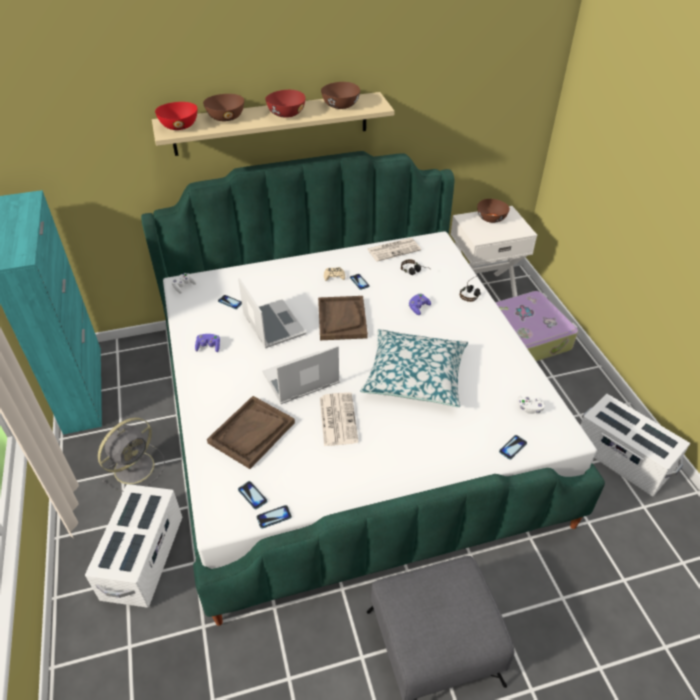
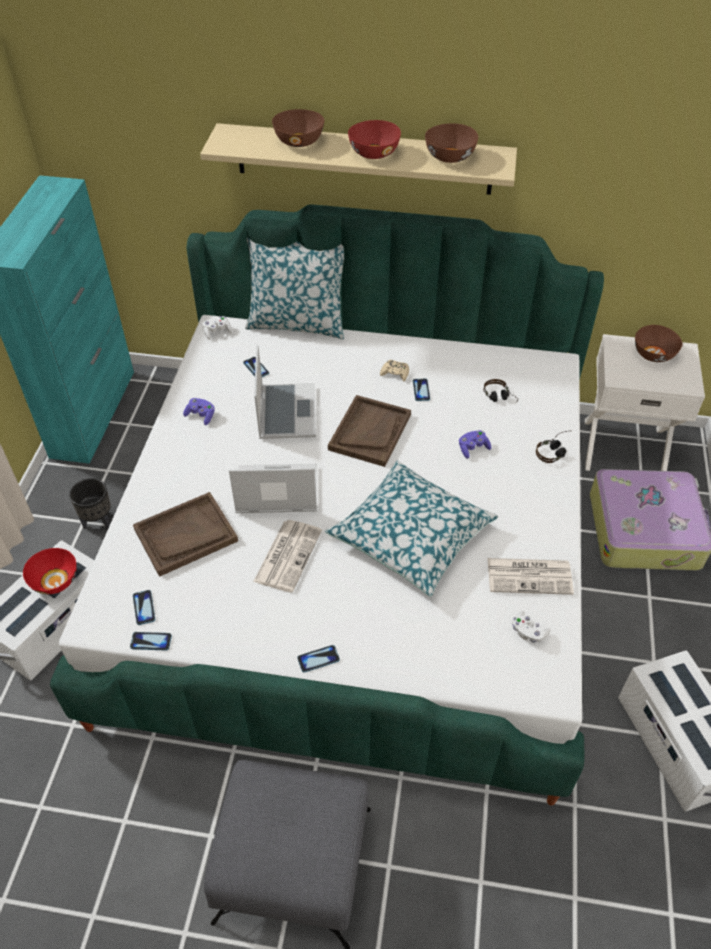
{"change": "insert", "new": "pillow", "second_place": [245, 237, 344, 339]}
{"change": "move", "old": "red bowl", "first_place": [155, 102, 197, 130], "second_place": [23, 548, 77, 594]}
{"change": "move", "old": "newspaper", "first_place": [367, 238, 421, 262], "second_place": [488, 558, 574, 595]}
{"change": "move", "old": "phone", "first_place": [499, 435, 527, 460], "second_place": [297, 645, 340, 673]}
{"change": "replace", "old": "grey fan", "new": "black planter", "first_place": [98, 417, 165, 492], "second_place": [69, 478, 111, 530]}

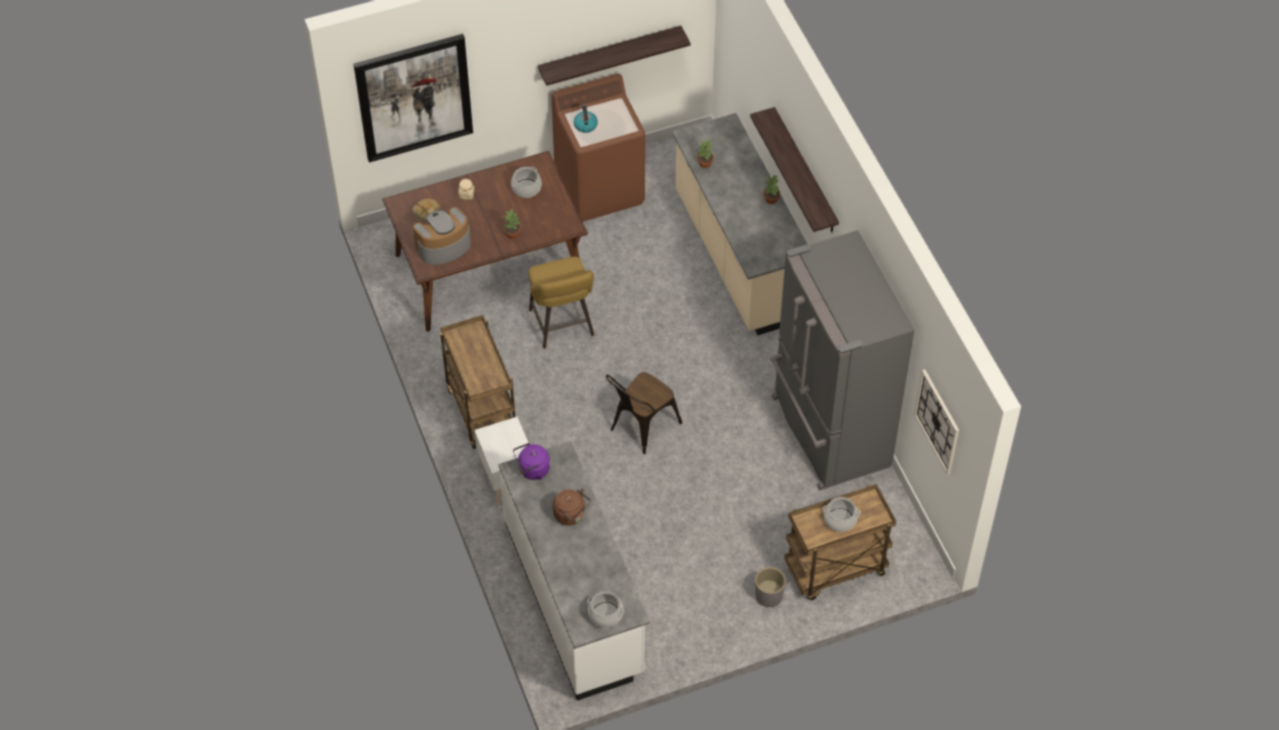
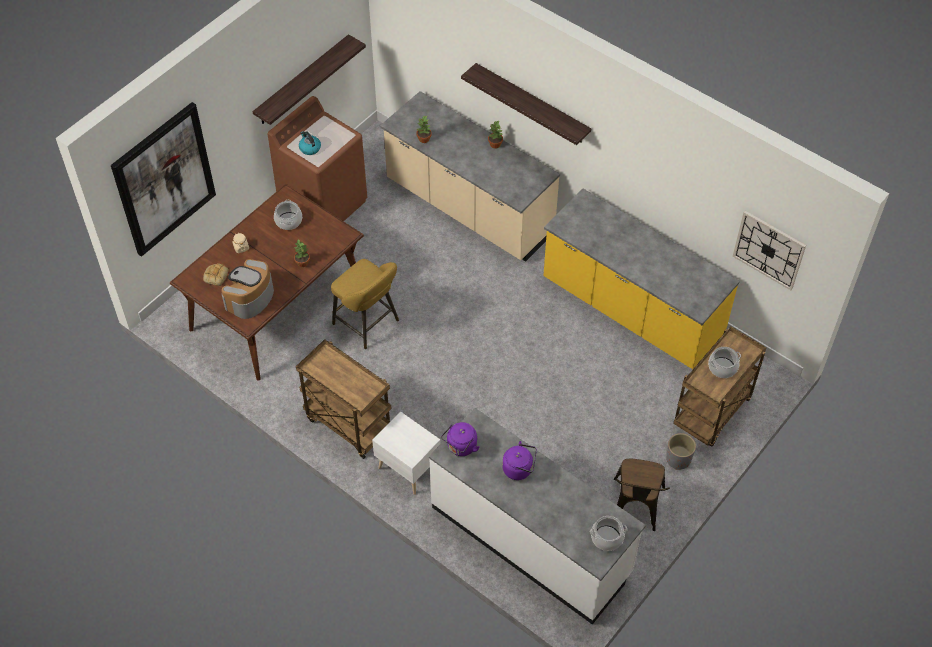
{"change": "move", "old": "brown chair", "first_place": [606, 372, 682, 454], "second_place": [614, 459, 670, 531]}
{"change": "replace", "old": "grey fridge", "new": "yellow counter", "first_place": [770, 230, 915, 490], "second_place": [543, 189, 740, 369]}
{"change": "recolor", "old": "brown kettle", "new": "purple kettle", "first_place": [553, 488, 591, 526], "second_place": [502, 441, 537, 480]}

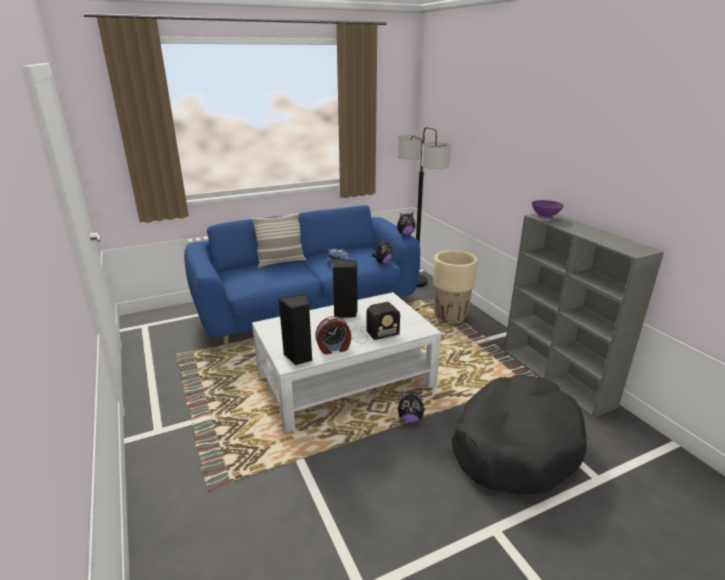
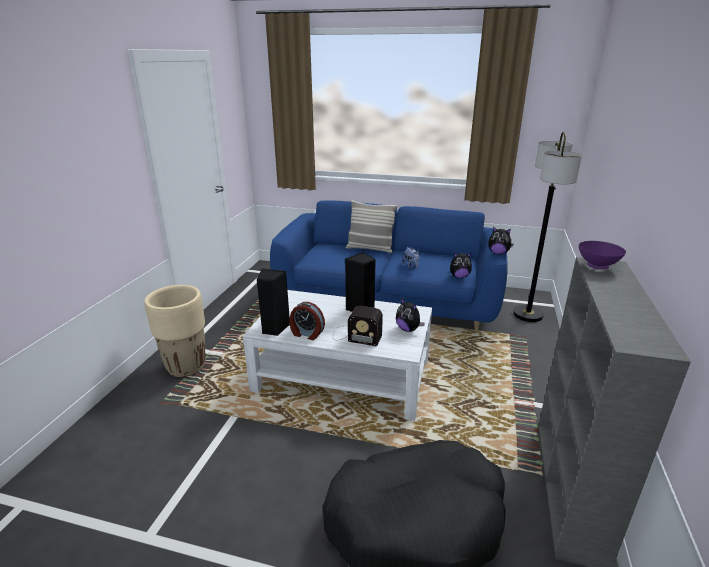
{"change": "move", "old": "plush toy", "first_place": [398, 394, 426, 423], "second_place": [396, 298, 425, 332]}
{"change": "move", "old": "beige planter", "first_place": [433, 250, 478, 325], "second_place": [144, 285, 205, 377]}

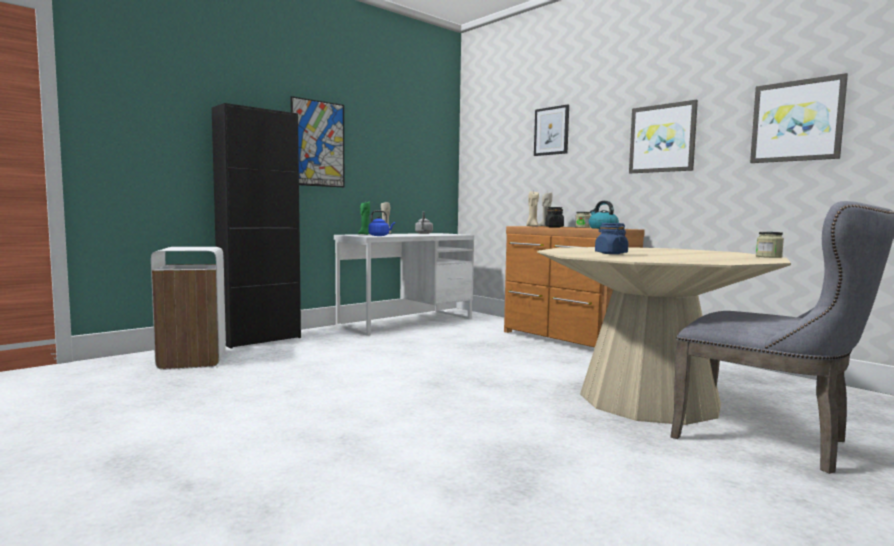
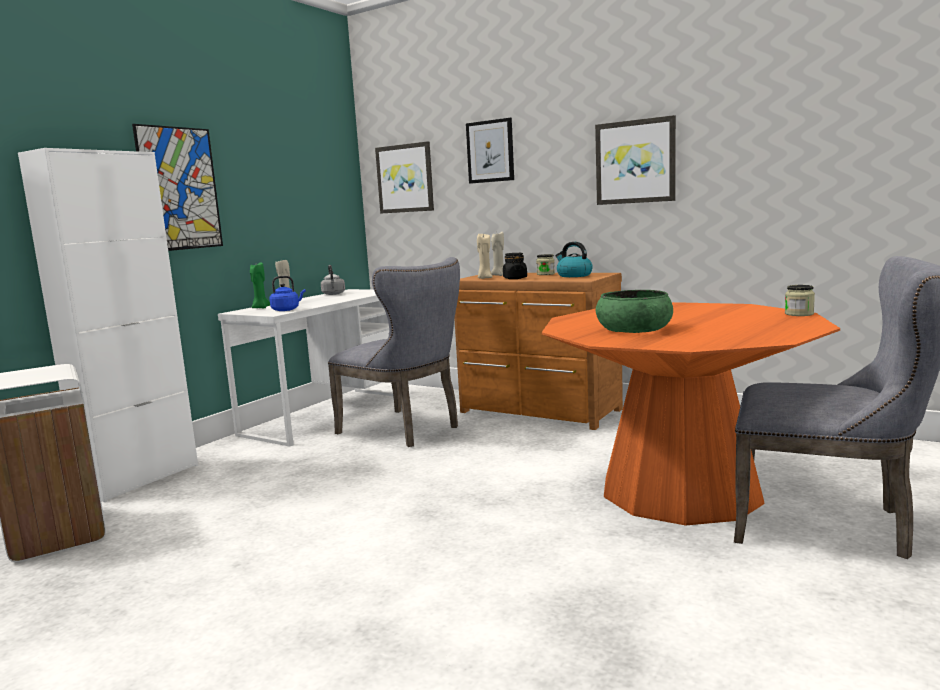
{"change": "insert", "new": "grey chair", "second_place": [328, 257, 460, 447]}
{"change": "move", "old": "picture", "first_place": [750, 73, 848, 163], "second_place": [375, 141, 434, 214]}
{"change": "replace", "old": "blue jar", "new": "green bowl", "first_place": [595, 223, 628, 254], "second_place": [596, 290, 673, 333]}
{"change": "recolor", "old": "black cabinet", "new": "white cabinet", "first_place": [212, 103, 301, 348], "second_place": [18, 148, 198, 502]}
{"change": "recolor", "old": "beige dining table", "new": "orange dining table", "first_place": [537, 247, 791, 425], "second_place": [542, 302, 840, 526]}

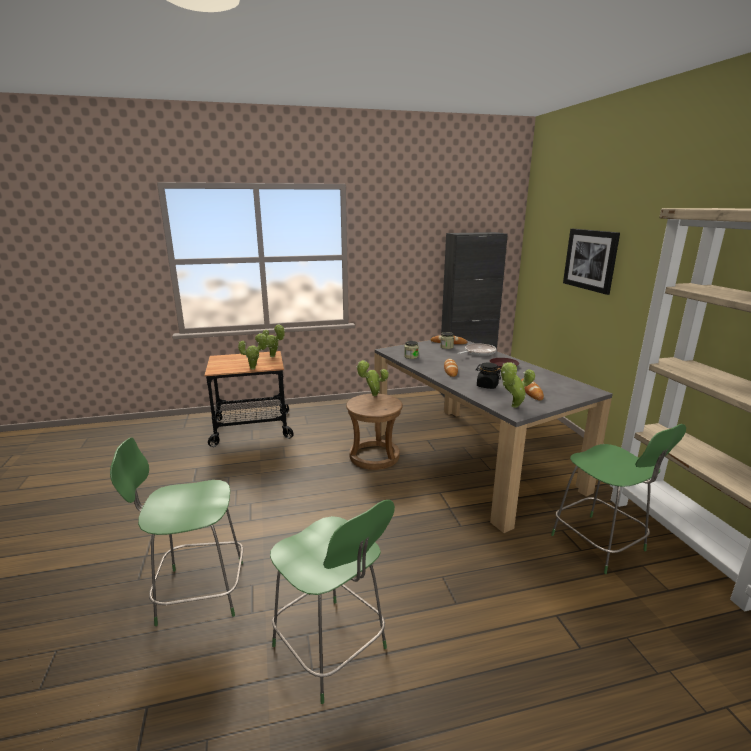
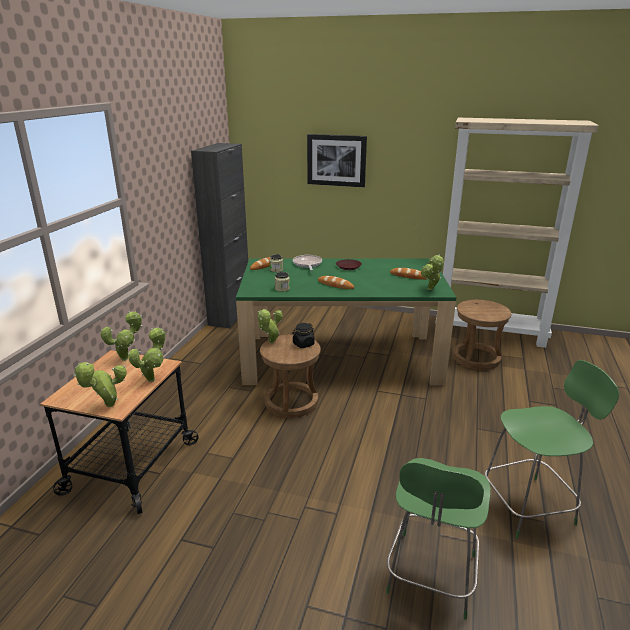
{"change": "insert", "new": "potted plant", "second_place": [74, 362, 127, 407]}
{"change": "move", "old": "black jar", "first_place": [476, 362, 501, 389], "second_place": [293, 323, 315, 348]}
{"change": "replace", "old": "green chair", "new": "brown stool", "first_place": [551, 424, 686, 574], "second_place": [453, 300, 511, 370]}
{"change": "recolor", "old": "grey dining table", "new": "green dining table", "first_place": [375, 340, 613, 533], "second_place": [236, 258, 456, 386]}

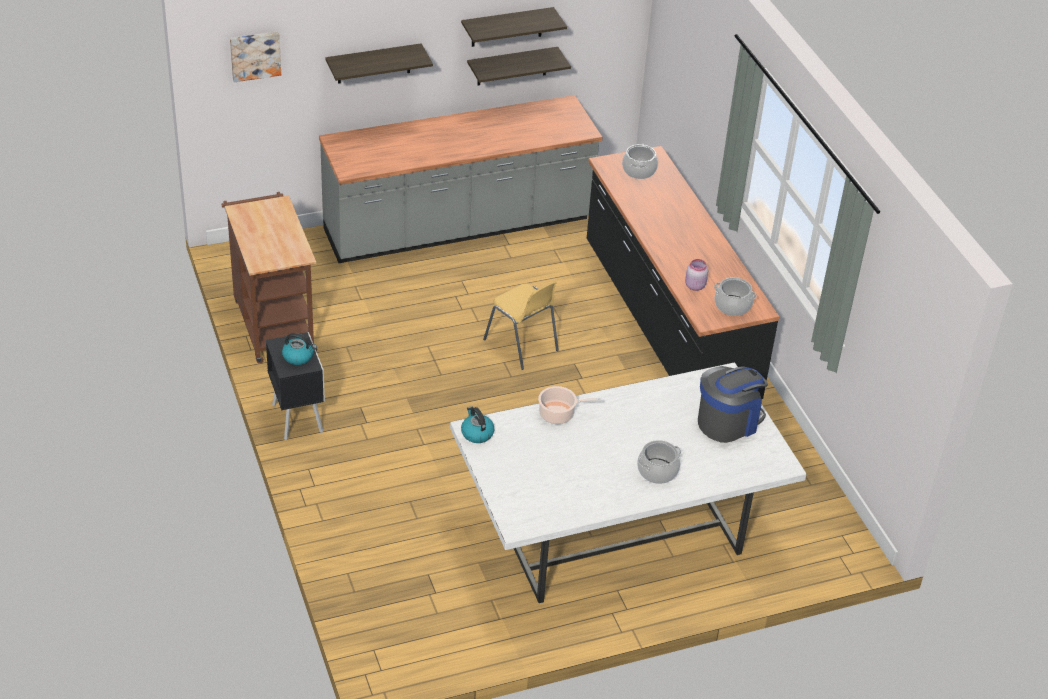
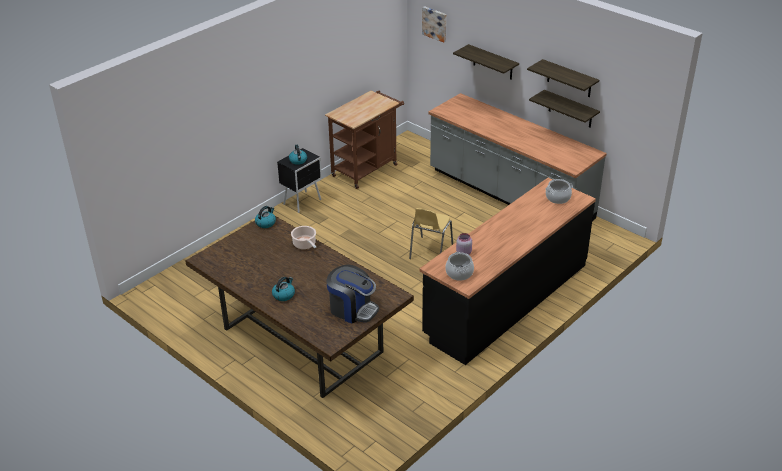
{"change": "replace", "old": "cooking pot", "new": "kettle", "first_place": [637, 440, 681, 484], "second_place": [272, 277, 295, 301]}
{"change": "recolor", "old": "white dining table", "new": "brown dining table", "first_place": [450, 362, 807, 603], "second_place": [186, 216, 414, 398]}

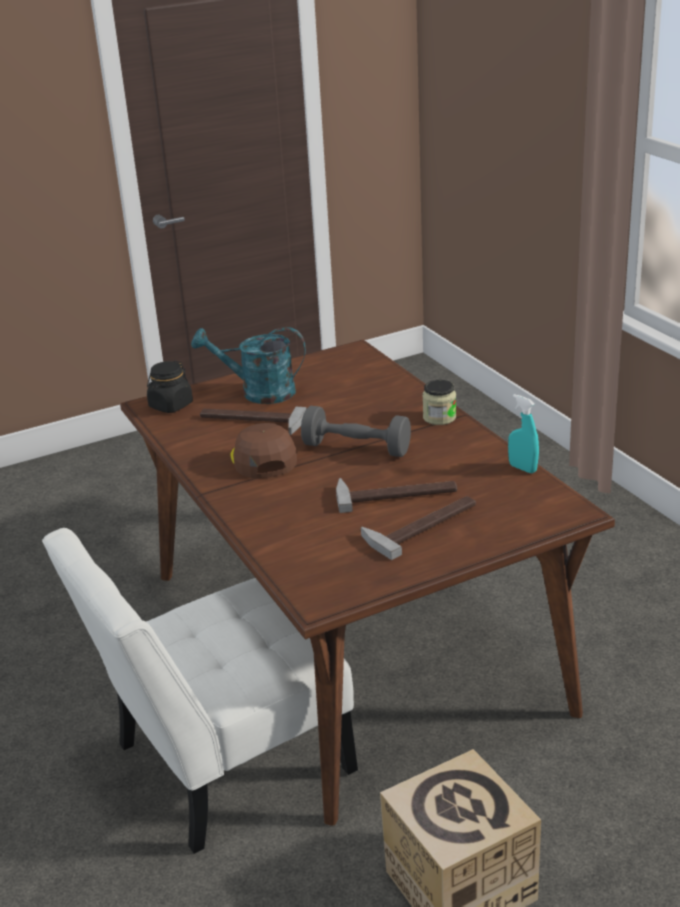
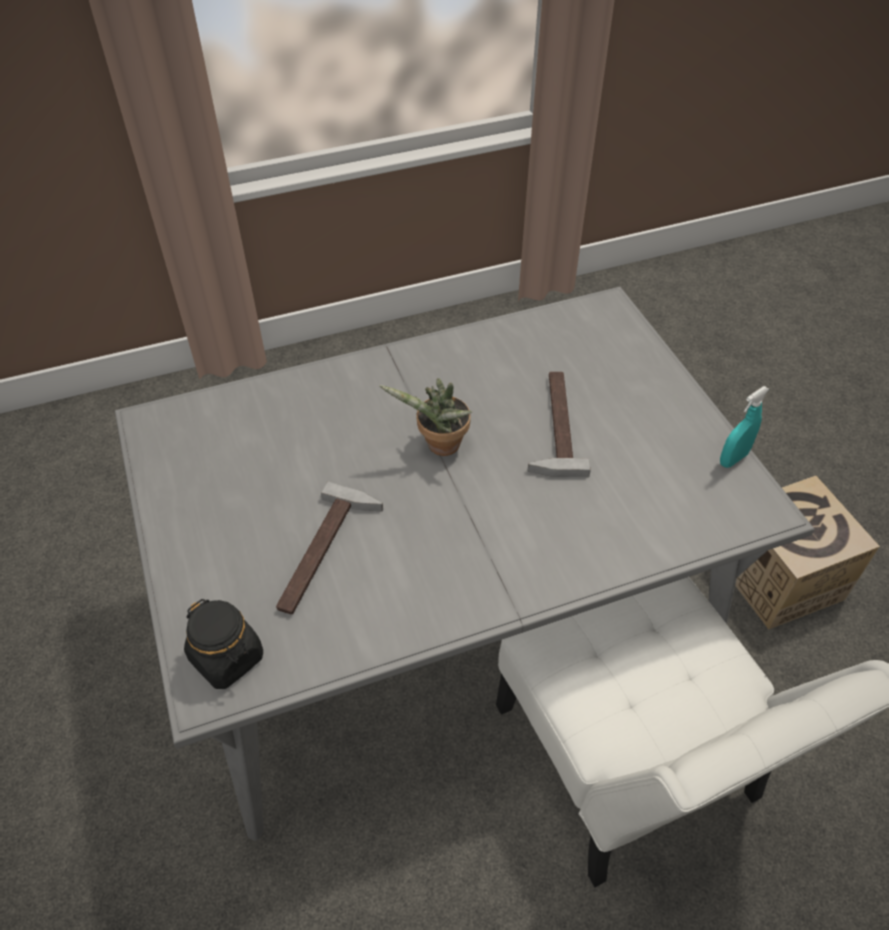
{"change": "delete", "old": "turquoise watering can", "first_place": [191, 327, 306, 404]}
{"change": "delete", "old": "brown cap", "first_place": [231, 423, 297, 479]}
{"change": "delete", "old": "hammer", "first_place": [361, 496, 476, 560]}
{"change": "delete", "old": "jar", "first_place": [422, 380, 456, 425]}
{"change": "move", "old": "turquoise spray bottle", "first_place": [508, 394, 539, 473], "second_place": [720, 386, 769, 468]}
{"change": "replace", "old": "grey dumbbell", "new": "potted plant", "first_place": [301, 406, 411, 457], "second_place": [379, 378, 472, 456]}
{"change": "recolor", "old": "brown dining table", "new": "grey dining table", "first_place": [120, 340, 615, 826], "second_place": [115, 287, 815, 841]}

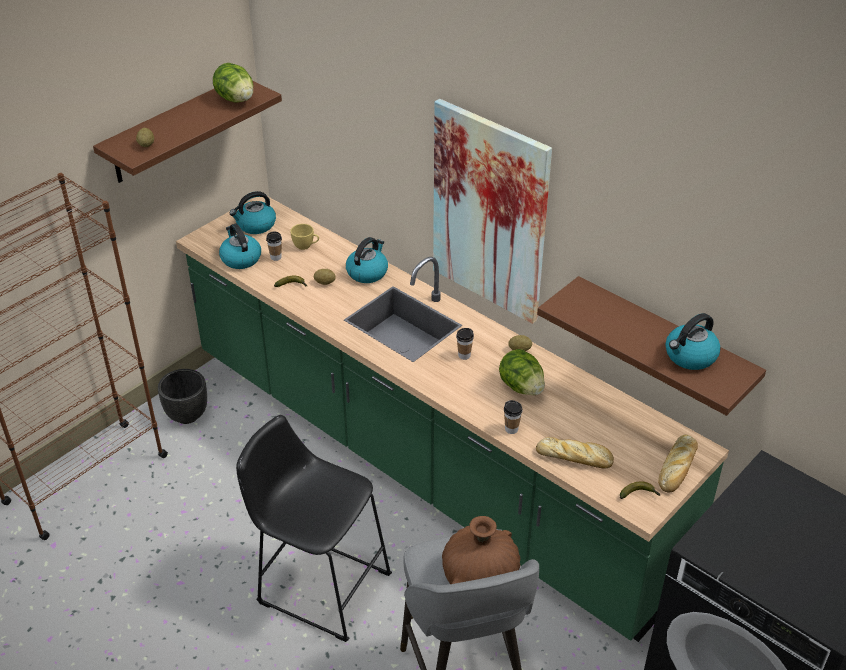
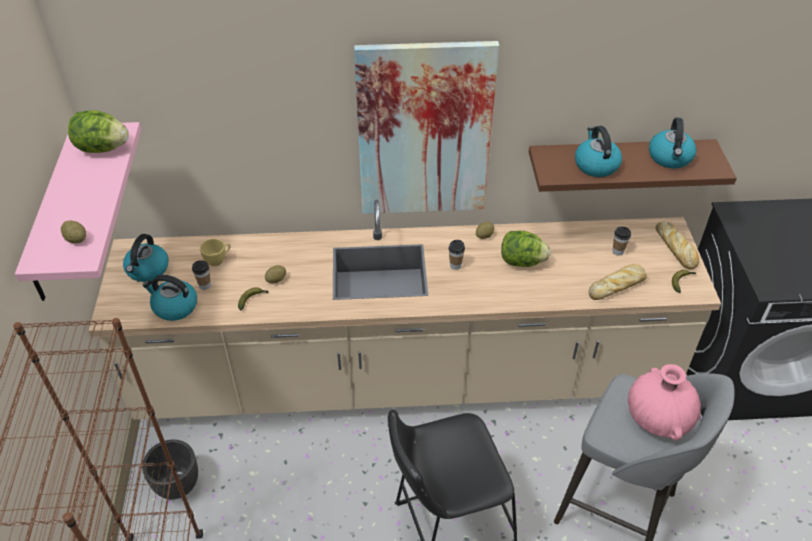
{"change": "move", "old": "kettle", "first_place": [346, 237, 388, 283], "second_place": [575, 126, 622, 177]}
{"change": "move", "old": "cup", "first_place": [504, 400, 523, 434], "second_place": [612, 227, 631, 256]}
{"change": "recolor", "old": "brown shelf", "new": "pink shelf", "first_place": [93, 81, 282, 183], "second_place": [15, 122, 141, 301]}
{"change": "recolor", "old": "green counter", "new": "beige counter", "first_place": [176, 197, 729, 642], "second_place": [89, 200, 721, 420]}
{"change": "recolor", "old": "brown vase", "new": "pink vase", "first_place": [442, 516, 520, 584], "second_place": [628, 364, 701, 441]}

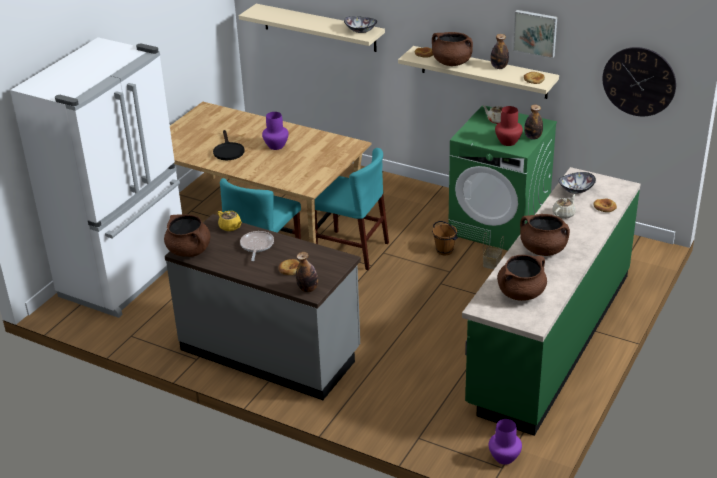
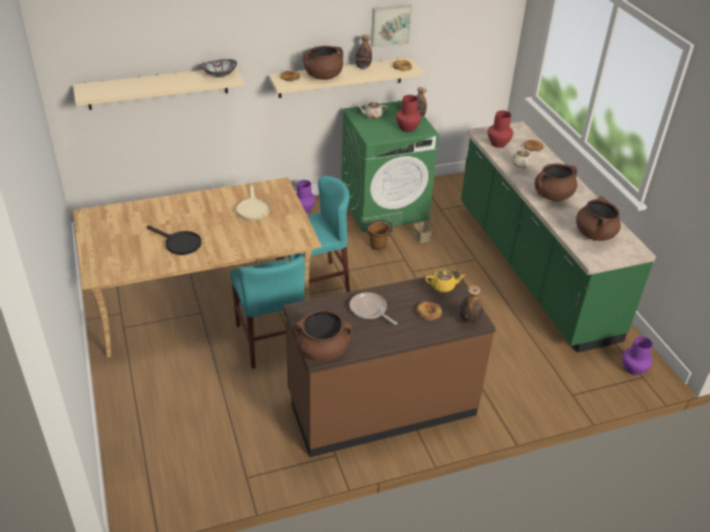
{"change": "delete", "old": "white fridge", "first_place": [10, 37, 182, 318]}
{"change": "delete", "old": "wall clock", "first_place": [603, 47, 676, 116]}
{"change": "insert", "new": "beige frying pan", "second_place": [236, 183, 270, 220]}
{"change": "move", "old": "yellow teapot", "first_place": [218, 211, 242, 231], "second_place": [425, 269, 465, 292]}
{"change": "move", "old": "purple vase", "first_place": [262, 112, 289, 150], "second_place": [296, 180, 316, 213]}
{"change": "replace", "old": "bowl", "new": "red vase", "first_place": [558, 172, 596, 194], "second_place": [488, 110, 513, 148]}
{"change": "recolor", "old": "grey counter", "new": "brown counter", "first_place": [165, 214, 361, 400], "second_place": [283, 271, 496, 457]}

